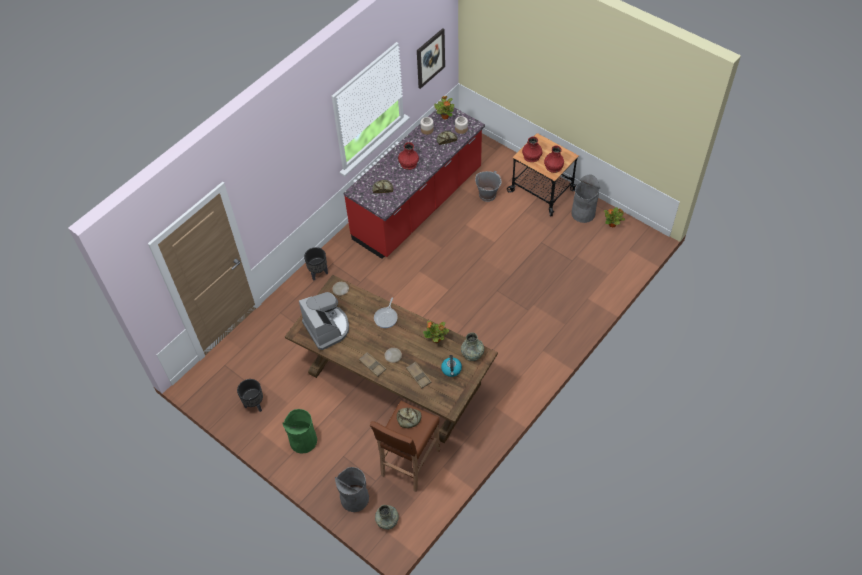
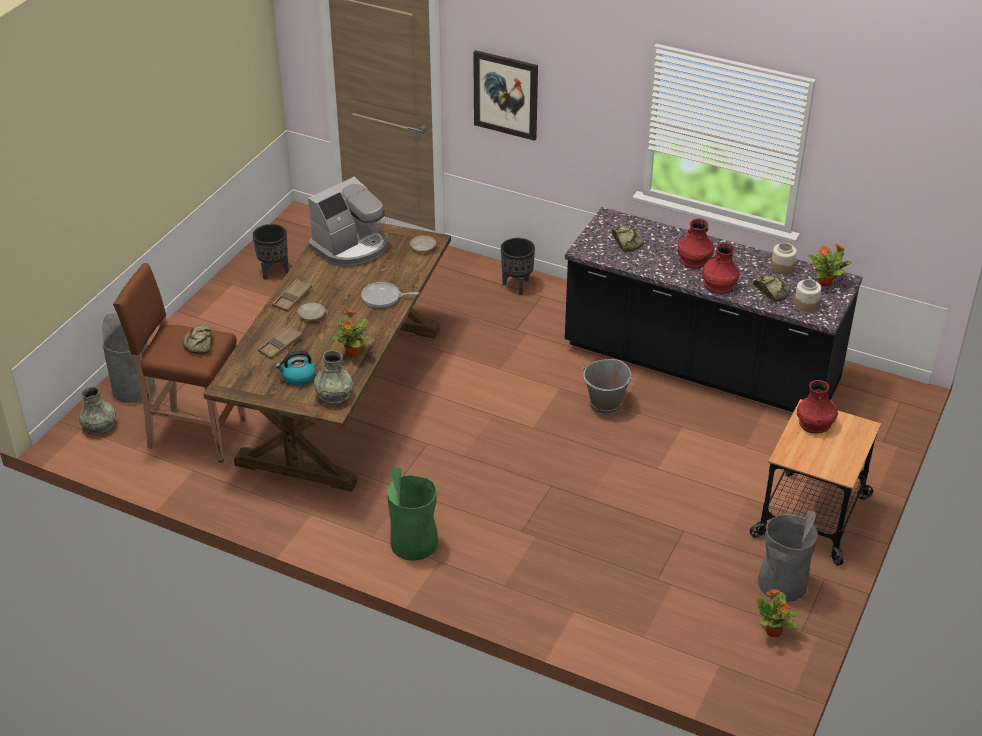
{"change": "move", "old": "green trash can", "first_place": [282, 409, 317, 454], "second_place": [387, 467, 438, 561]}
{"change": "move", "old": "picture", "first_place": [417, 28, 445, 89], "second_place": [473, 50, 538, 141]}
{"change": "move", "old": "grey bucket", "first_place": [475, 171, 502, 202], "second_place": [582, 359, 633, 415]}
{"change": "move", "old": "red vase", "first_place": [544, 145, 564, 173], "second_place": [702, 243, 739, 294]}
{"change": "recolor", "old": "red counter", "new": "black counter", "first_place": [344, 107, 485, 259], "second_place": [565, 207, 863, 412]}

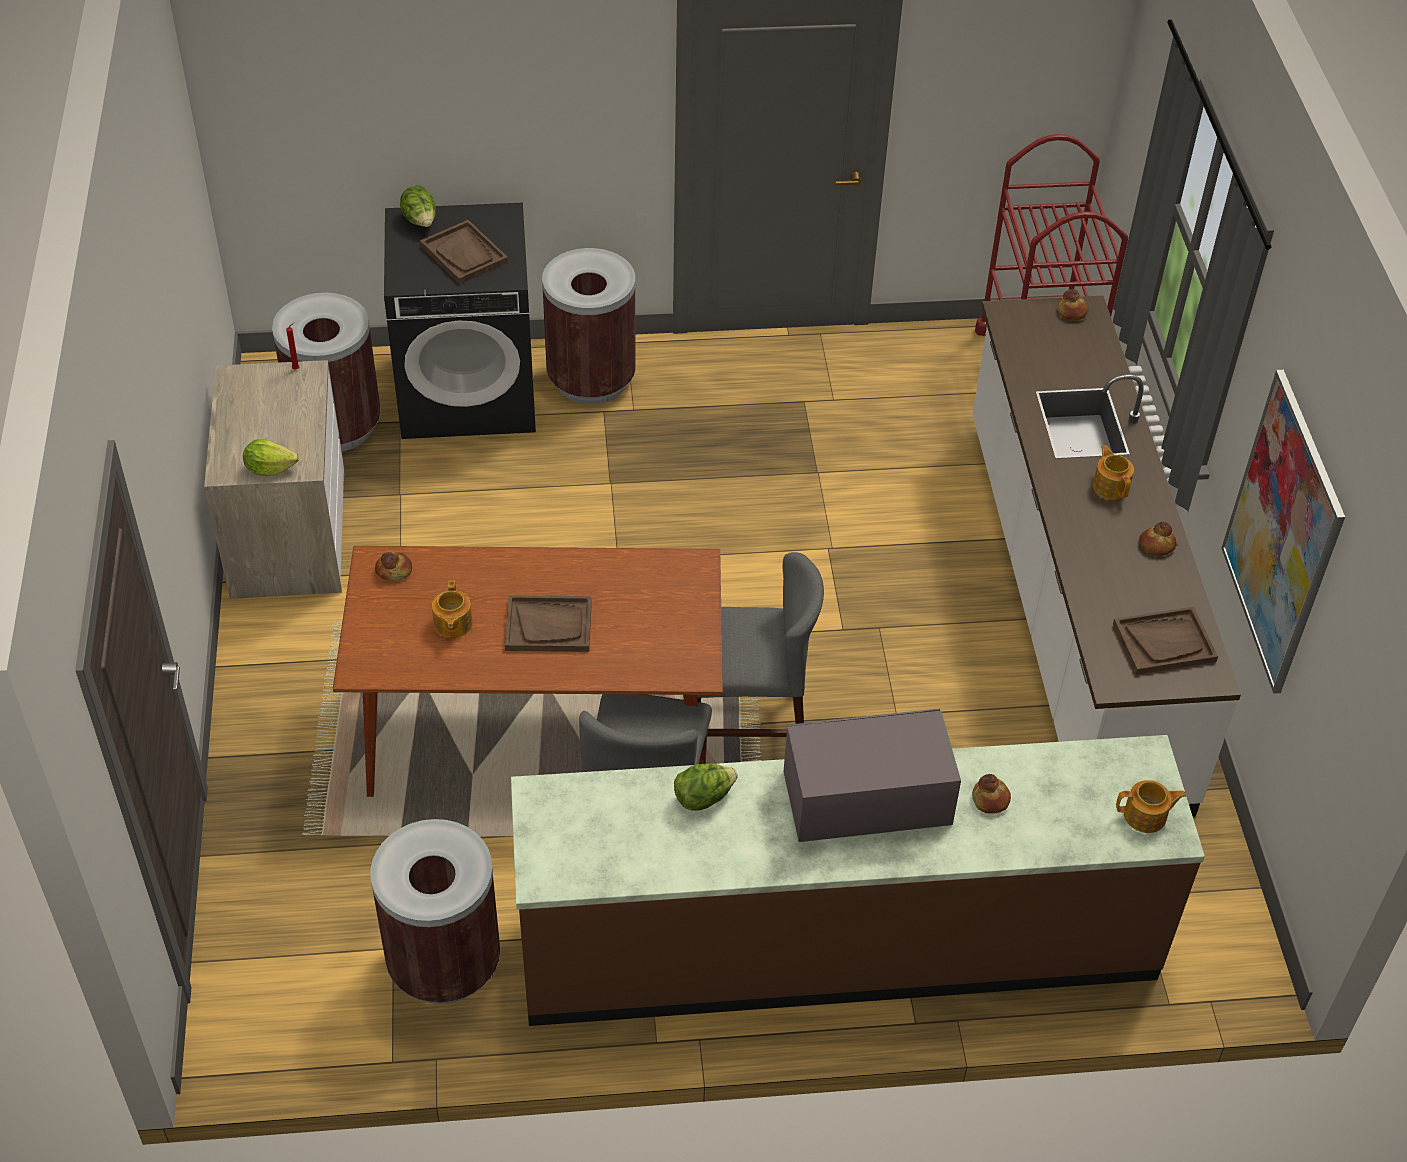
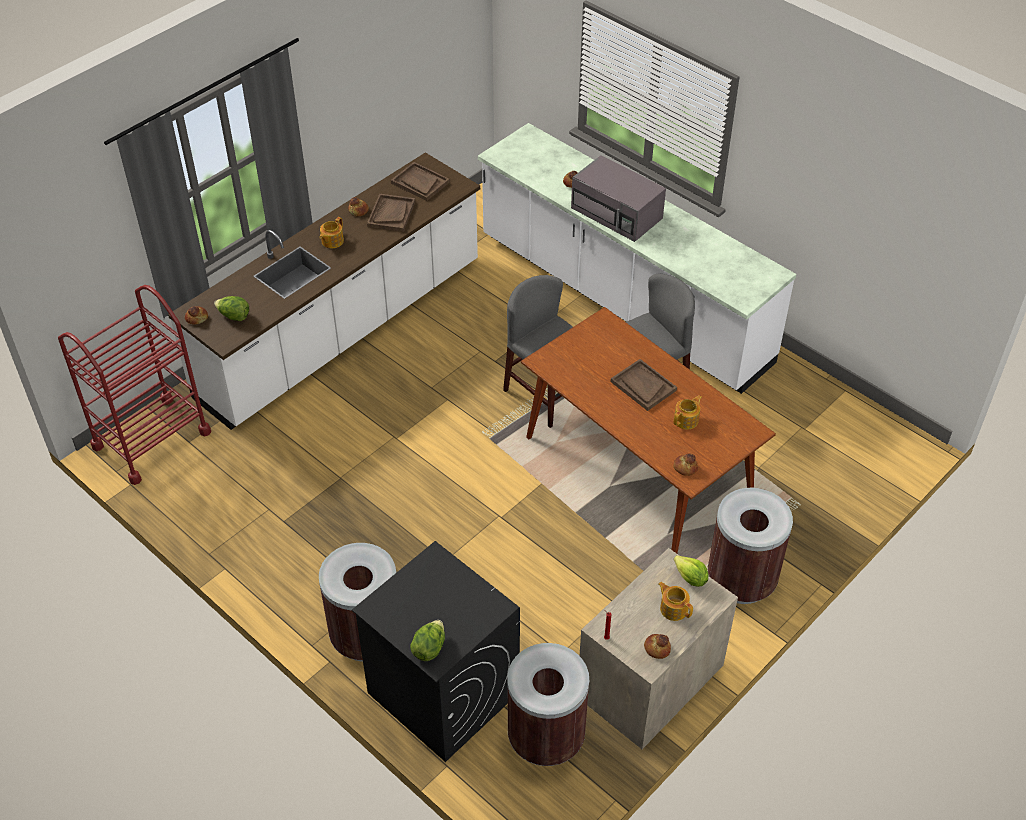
{"change": "delete", "old": "picture", "first_place": [1221, 370, 1345, 694]}
{"change": "insert", "new": "bread", "second_place": [644, 634, 671, 659]}
{"change": "move", "old": "brown trash can", "first_place": [370, 819, 501, 1004], "second_place": [708, 488, 793, 604]}
{"change": "move", "old": "brown tray", "first_place": [420, 220, 508, 284], "second_place": [367, 194, 415, 232]}
{"change": "move", "old": "lettuce", "first_place": [674, 763, 738, 811], "second_place": [214, 296, 249, 321]}
{"change": "move", "old": "teapot", "first_place": [1116, 780, 1186, 833], "second_place": [658, 582, 693, 621]}
{"change": "recolor", "old": "brown counter", "new": "white counter", "first_place": [511, 735, 1205, 1026], "second_place": [478, 123, 796, 394]}

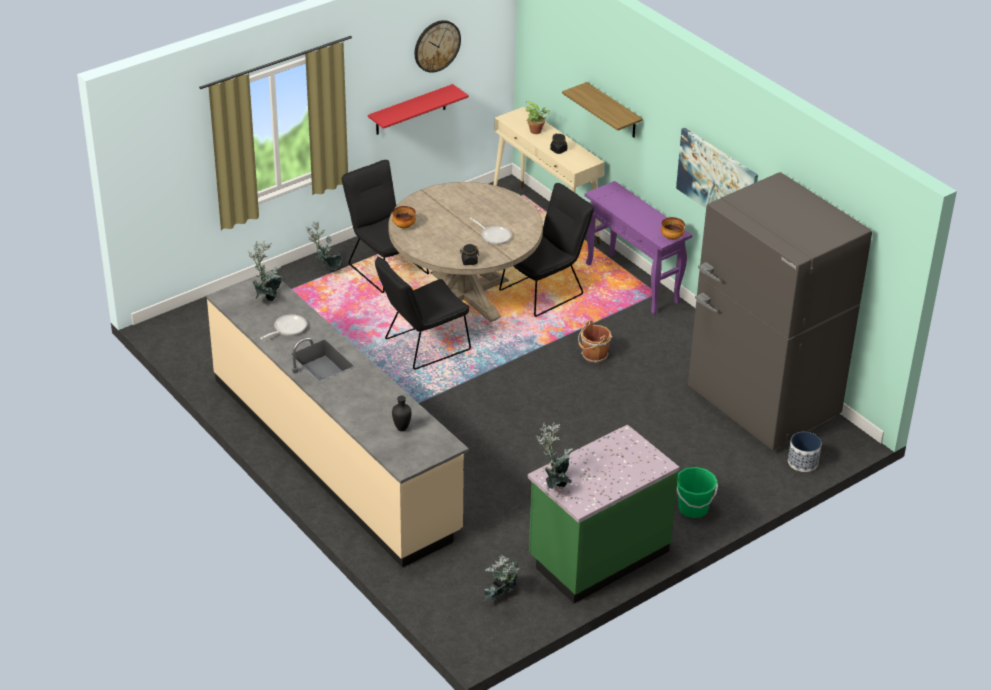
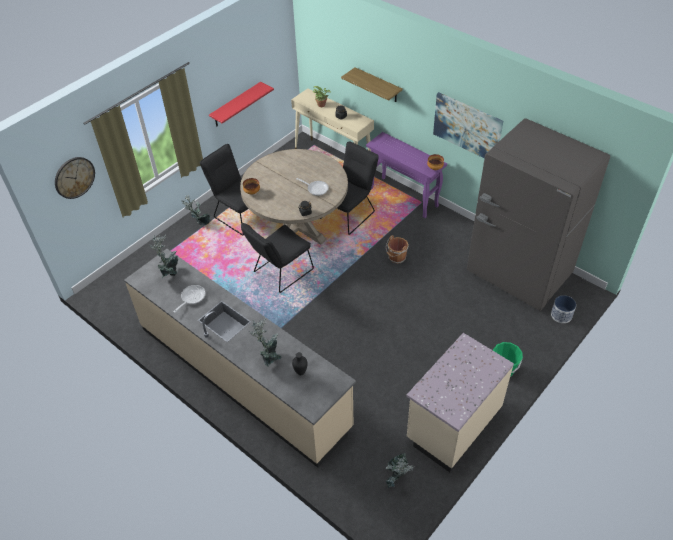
{"change": "move", "old": "wall clock", "first_place": [415, 20, 461, 73], "second_place": [55, 157, 95, 199]}
{"change": "move", "old": "potted plant", "first_place": [536, 423, 573, 489], "second_place": [249, 318, 282, 367]}
{"change": "recolor", "old": "green counter", "new": "beige counter", "first_place": [528, 425, 679, 603], "second_place": [406, 333, 514, 472]}

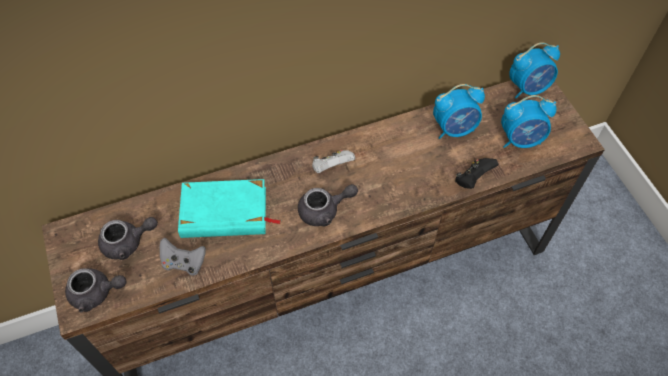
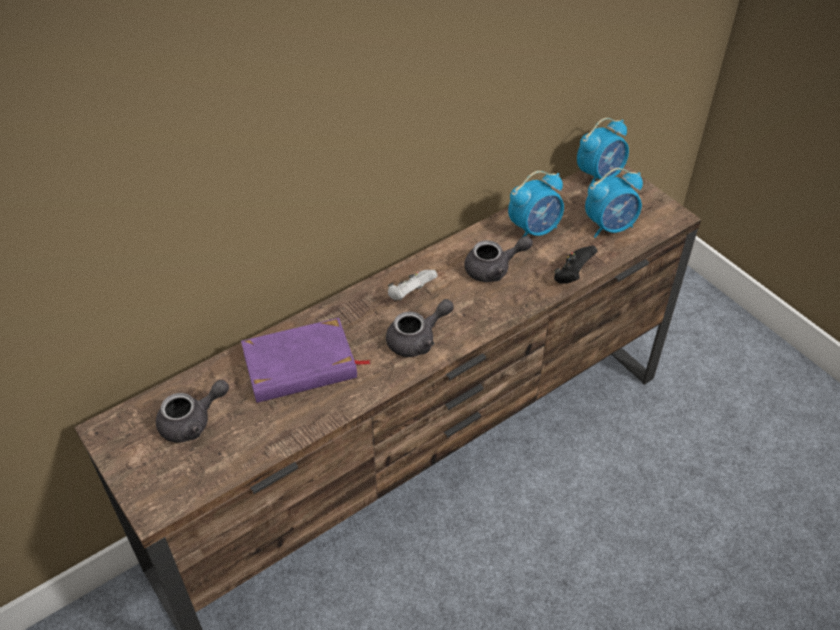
{"change": "delete", "old": "grey game controller", "first_place": [160, 238, 206, 275]}
{"change": "move", "old": "grey teapot", "first_place": [65, 268, 126, 312], "second_place": [464, 236, 533, 282]}
{"change": "recolor", "old": "turquoise book", "new": "purple book", "first_place": [178, 179, 281, 238], "second_place": [241, 318, 371, 403]}

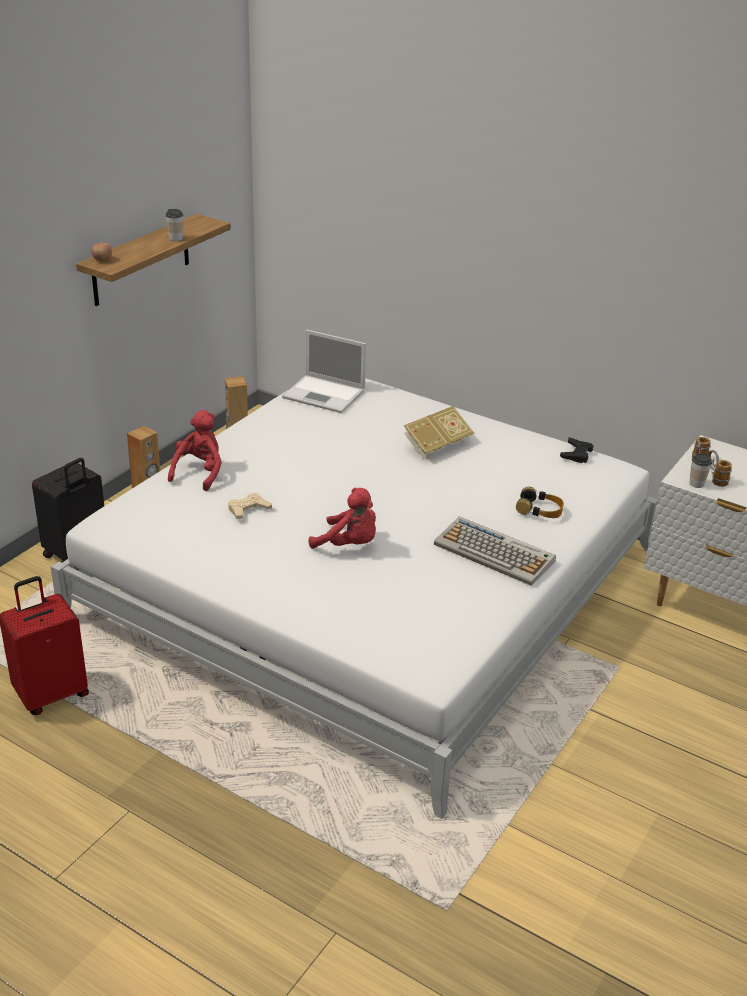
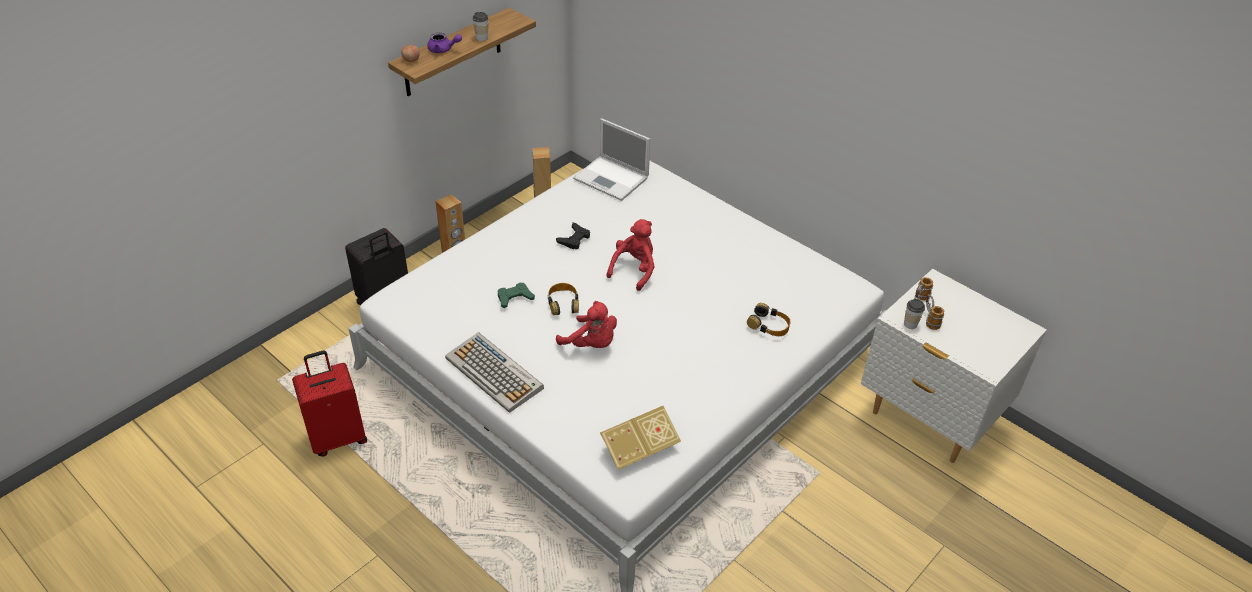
{"change": "insert", "new": "purple teapot", "second_place": [427, 32, 462, 53]}
{"change": "insert", "new": "headphones", "second_place": [548, 283, 579, 315]}
{"change": "move", "old": "red plush toy", "first_place": [168, 410, 222, 491], "second_place": [606, 219, 655, 291]}
{"change": "move", "old": "book", "first_place": [404, 406, 474, 459], "second_place": [600, 406, 681, 470]}
{"change": "move", "old": "keyboard", "first_place": [434, 516, 556, 586], "second_place": [445, 332, 544, 413]}
{"change": "move", "old": "black game controller", "first_place": [560, 437, 593, 463], "second_place": [556, 223, 590, 249]}
{"change": "recolor", "old": "beige game controller", "new": "green game controller", "first_place": [228, 493, 272, 519], "second_place": [498, 283, 535, 308]}

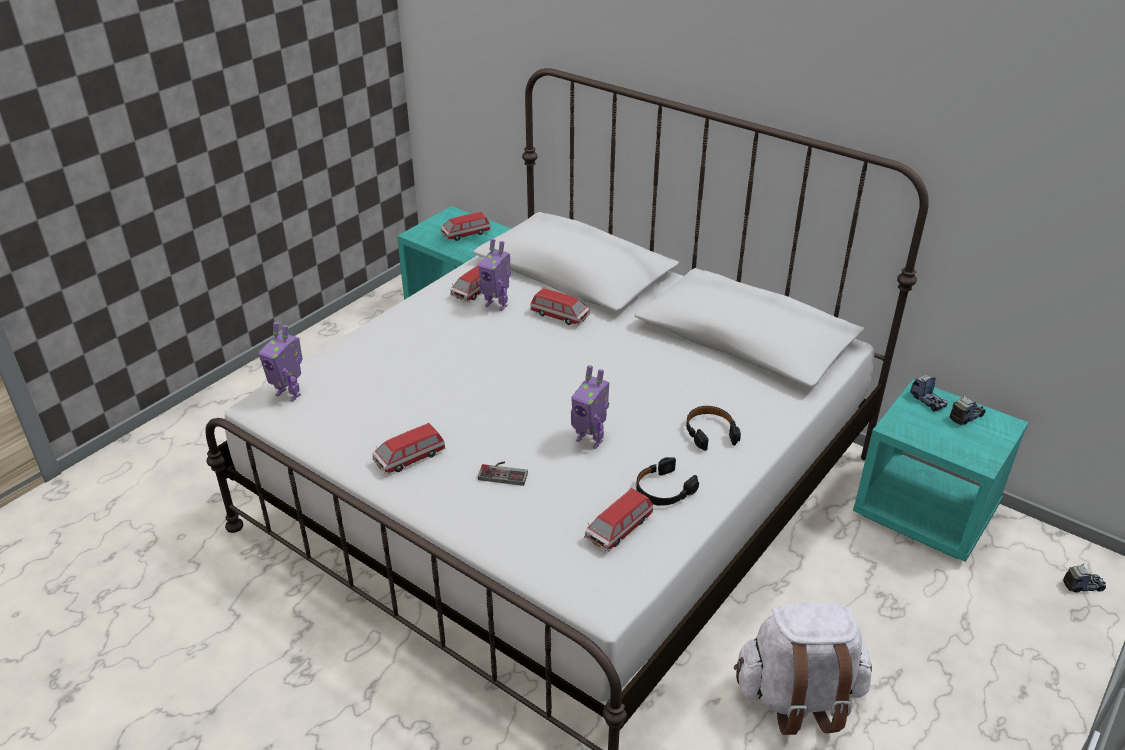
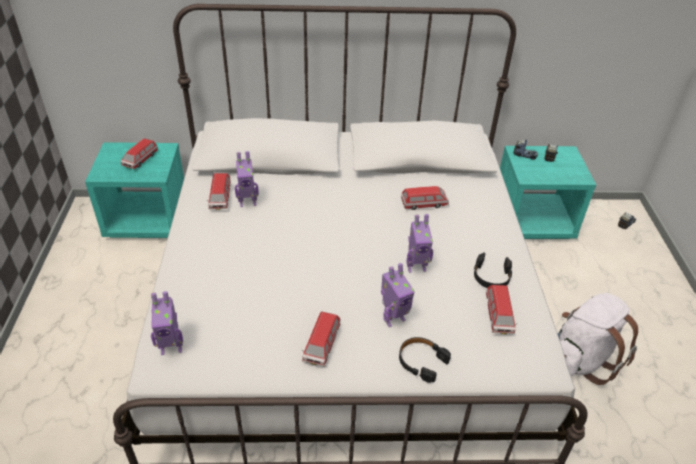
{"change": "move", "old": "toy car", "first_place": [530, 288, 590, 325], "second_place": [401, 186, 449, 210]}
{"change": "move", "old": "black headphones", "first_place": [686, 406, 741, 451], "second_place": [399, 337, 451, 383]}
{"change": "replace", "old": "game controller", "new": "toy robot", "first_place": [478, 461, 528, 486], "second_place": [381, 263, 415, 327]}

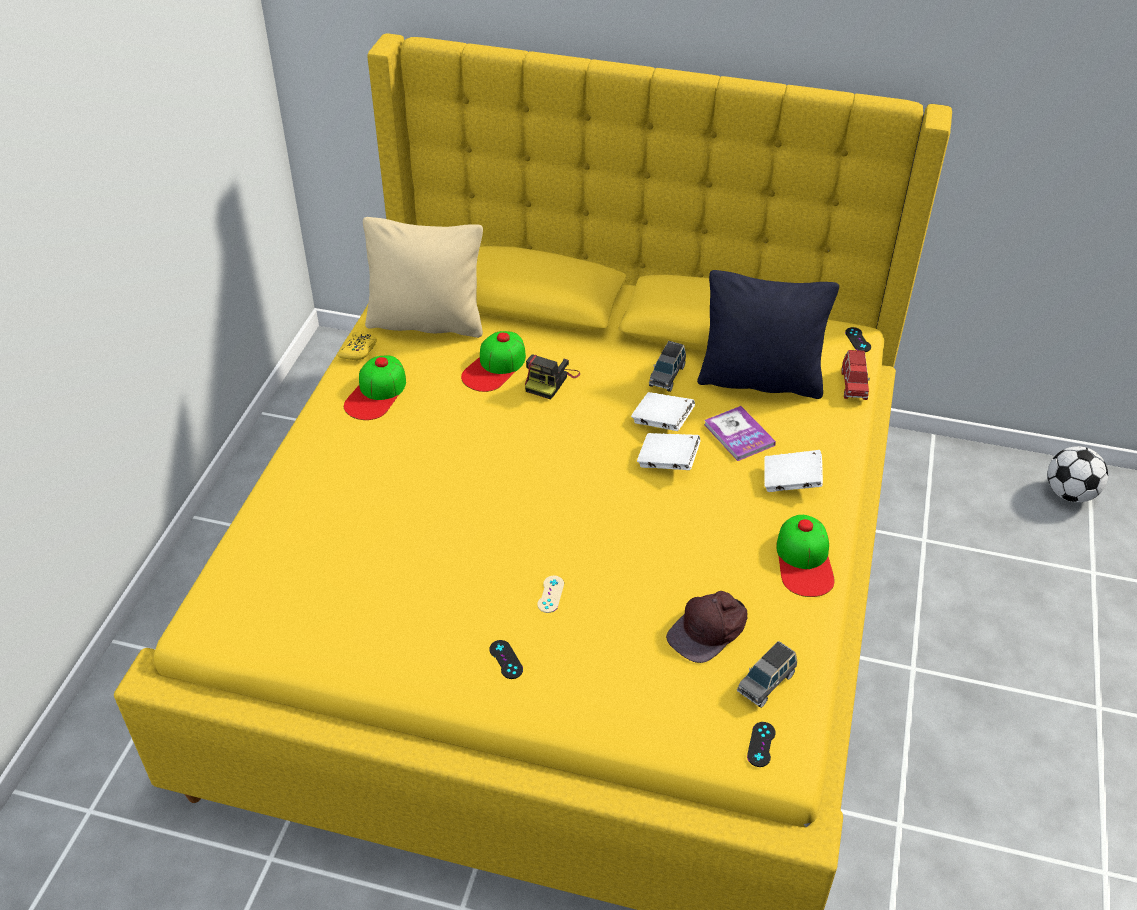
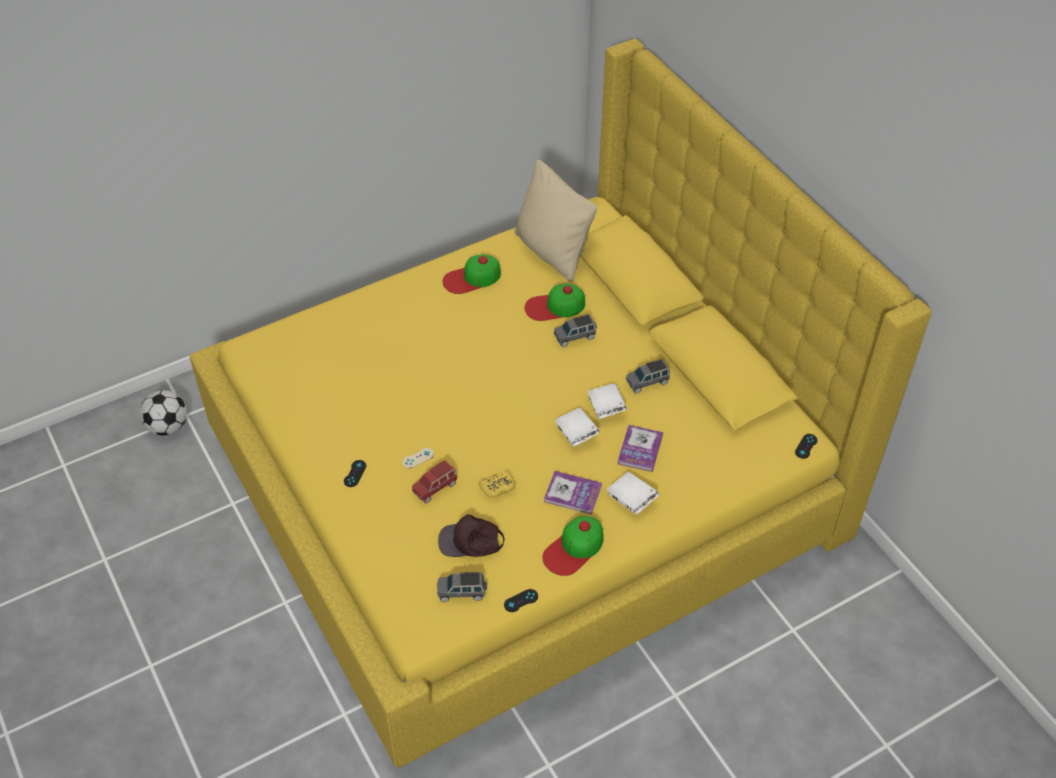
{"change": "delete", "old": "black pillow", "first_place": [697, 270, 839, 399]}
{"change": "insert", "new": "book", "second_place": [544, 471, 602, 515]}
{"change": "move", "old": "yellow game controller", "first_place": [338, 332, 377, 361], "second_place": [479, 470, 515, 498]}
{"change": "move", "old": "black game controller", "first_place": [747, 722, 776, 767], "second_place": [504, 589, 538, 612]}
{"change": "move", "old": "red toy car", "first_place": [841, 350, 870, 400], "second_place": [412, 460, 457, 503]}
{"change": "move", "old": "football", "first_place": [1047, 446, 1108, 503], "second_place": [140, 390, 187, 435]}
{"change": "replace", "old": "photo camera", "new": "grey toy car", "first_place": [525, 355, 580, 399], "second_place": [554, 314, 597, 347]}

